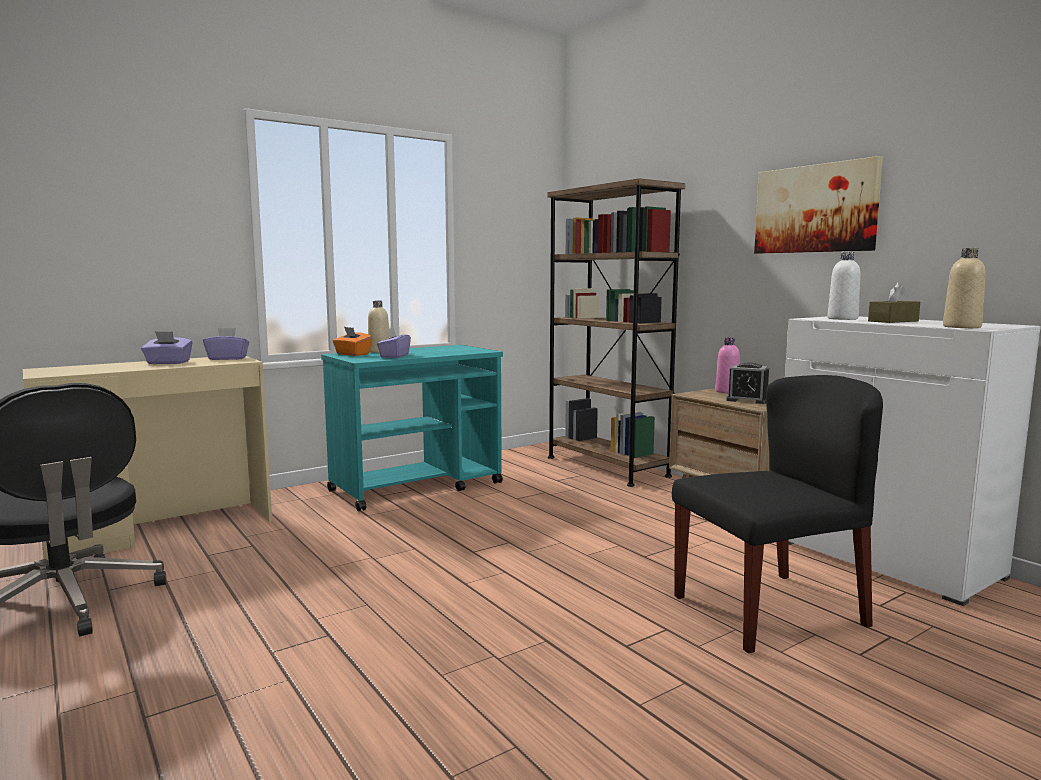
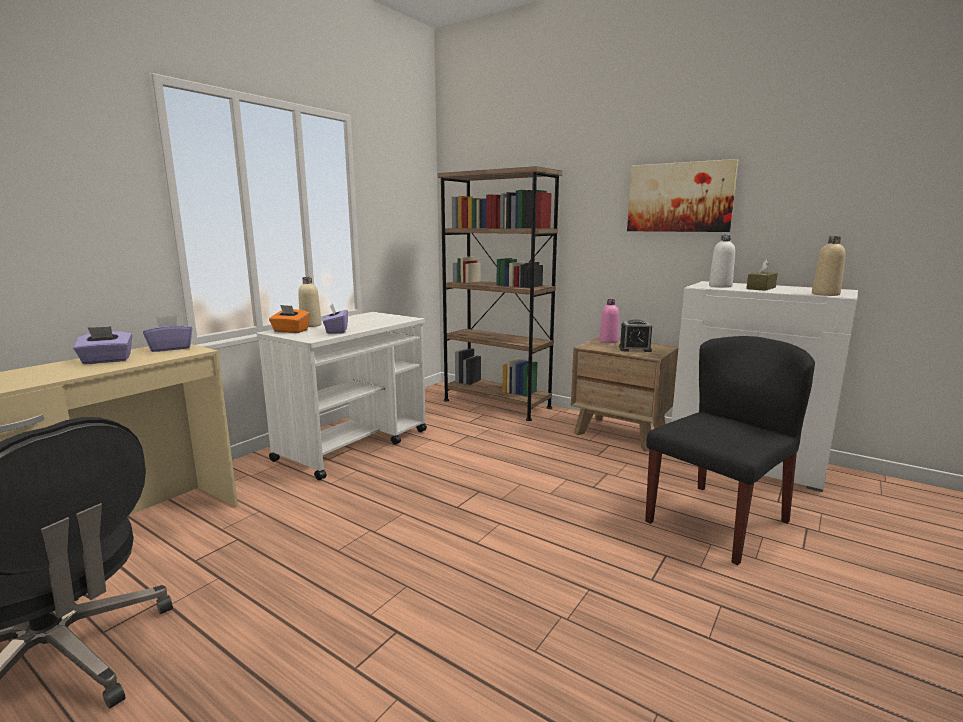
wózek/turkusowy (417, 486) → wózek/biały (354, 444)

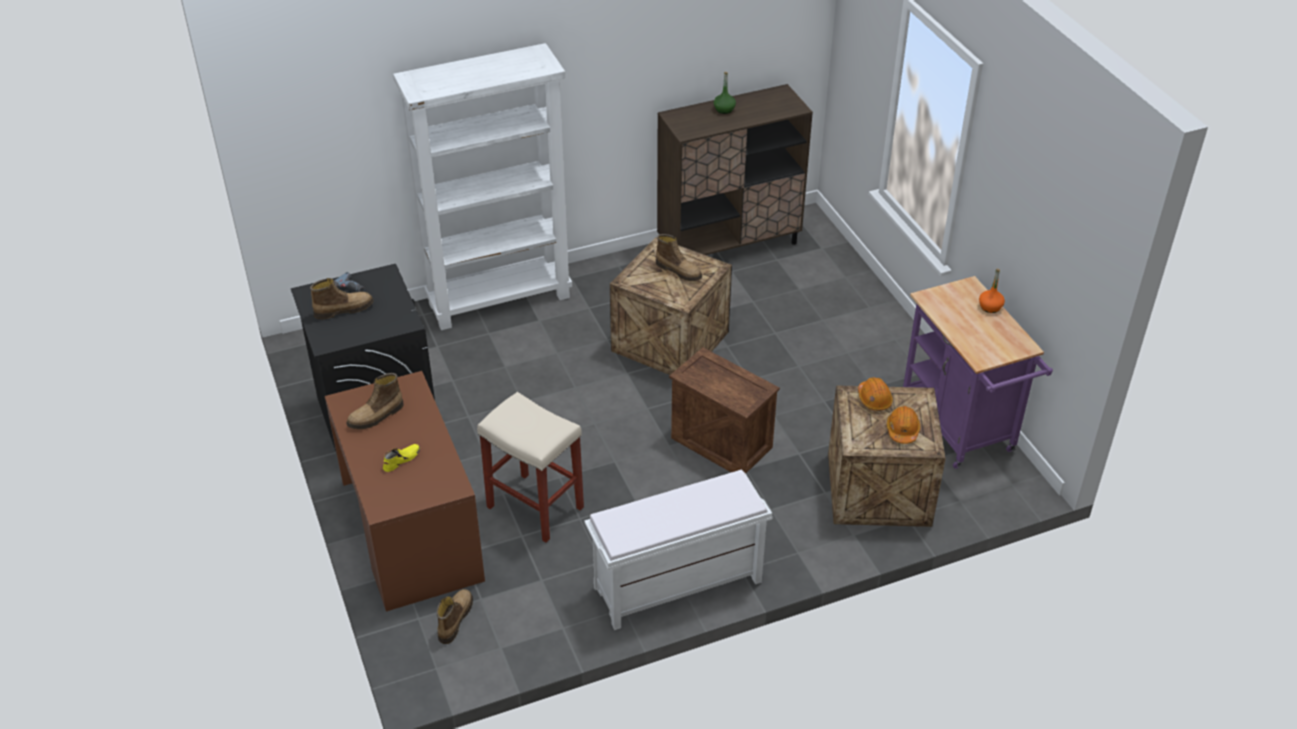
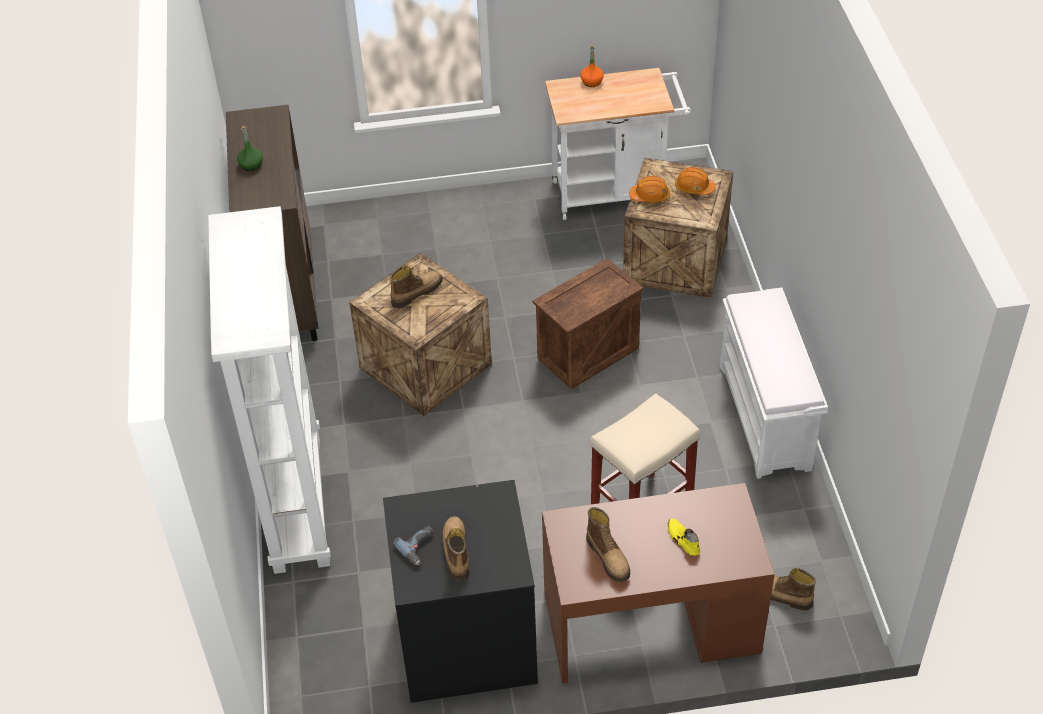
wózek/fioletowy (961, 429) → wózek/biały (615, 192)

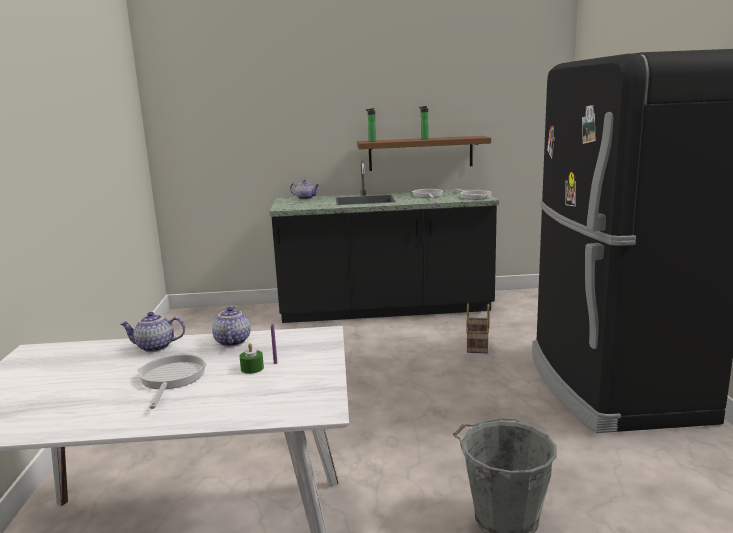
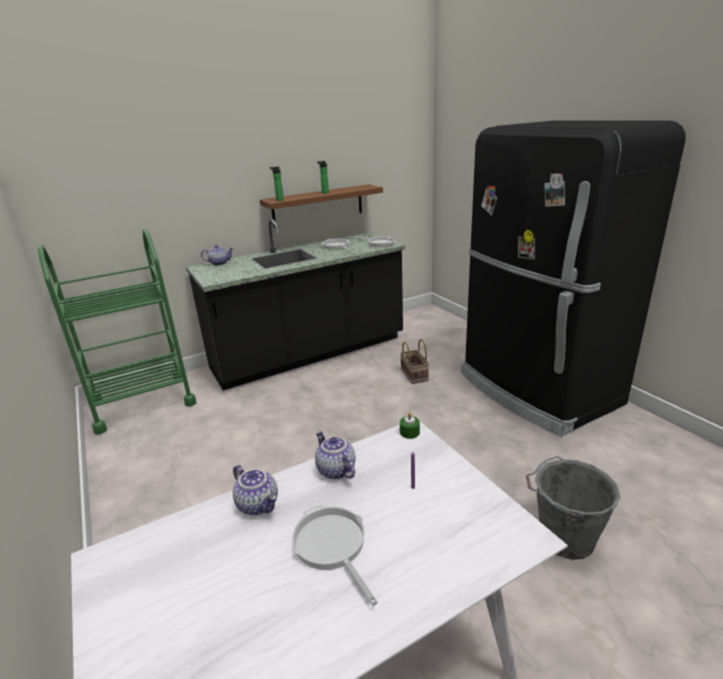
- → wózek/zielony (143, 402)
świeca/zielony (252, 368) → świeca/zielony (409, 432), move
imbryk (155, 347) → imbryk (259, 504), 105 degrees counterclockwise

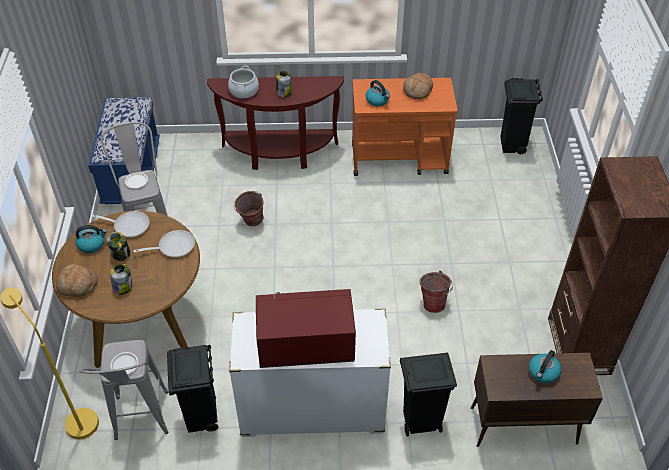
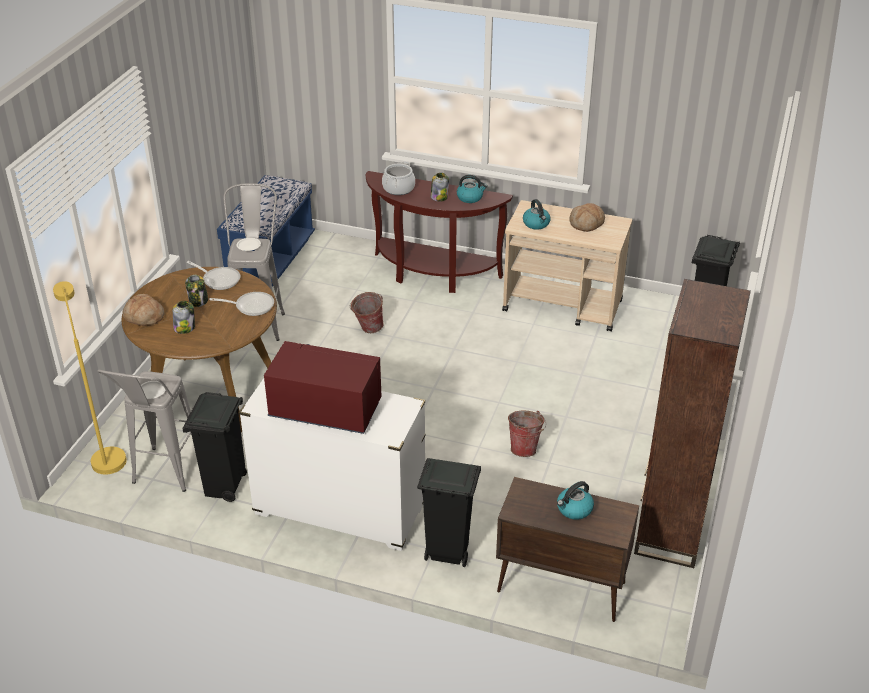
czajnik (92, 244) → czajnik (470, 197), move
wózek/pomarańczowy (399, 159) → wózek/beżowy (563, 306)

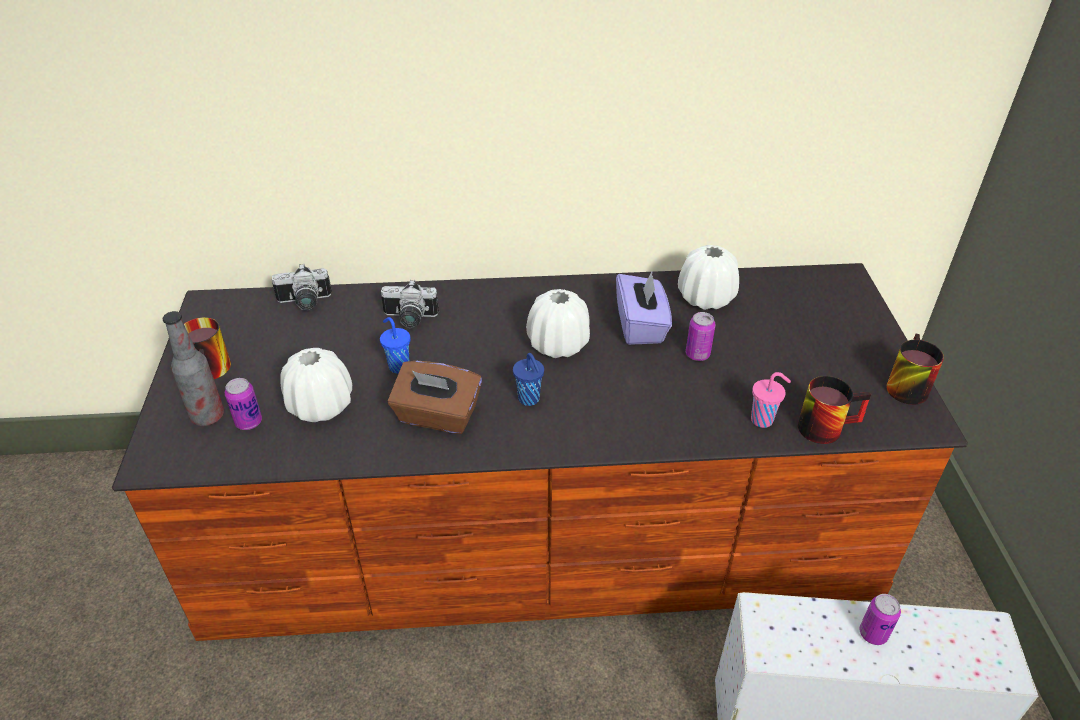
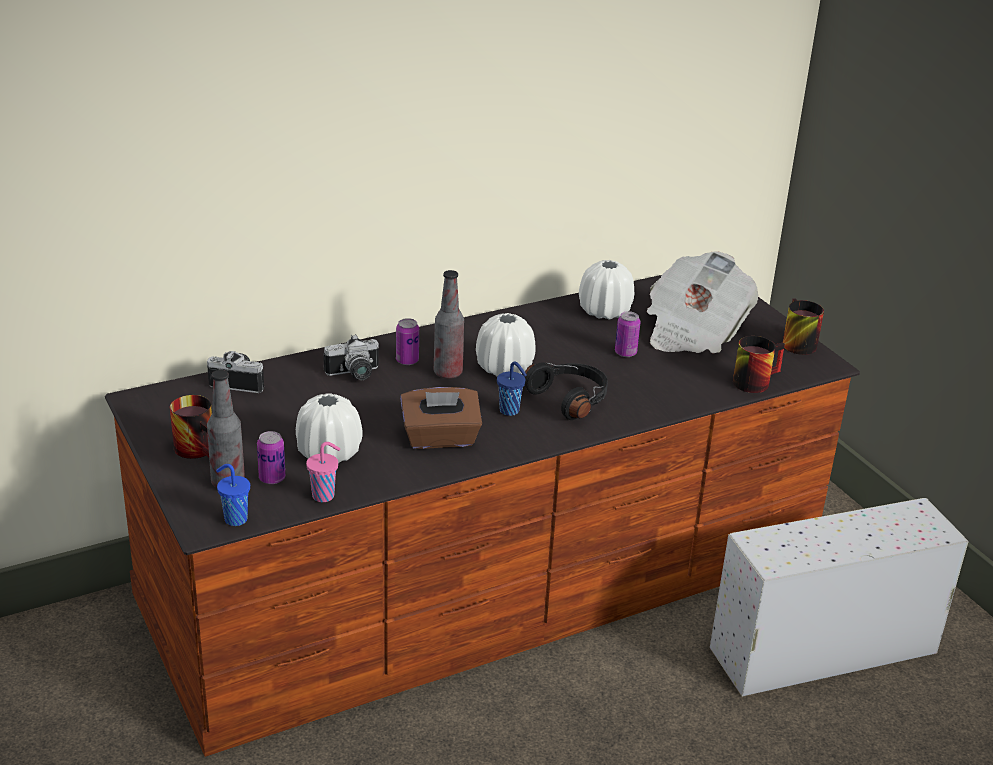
pudełko chusteczek/fioletowy (641, 326) → -
- → butelka (448, 373)
- → słuchawki/czarny (570, 399)
- → gazeta (693, 331)
filiżanka/niebieski (398, 366) → filiżanka/niebieski (234, 519), move
filiżanka/różowy (763, 420) → filiżanka/różowy (324, 496), move
puszka (873, 634) → puszka (407, 360), move
aparat fotograficzny (304, 303) → aparat fotograficzny (240, 381), 135 degrees counterclockwise

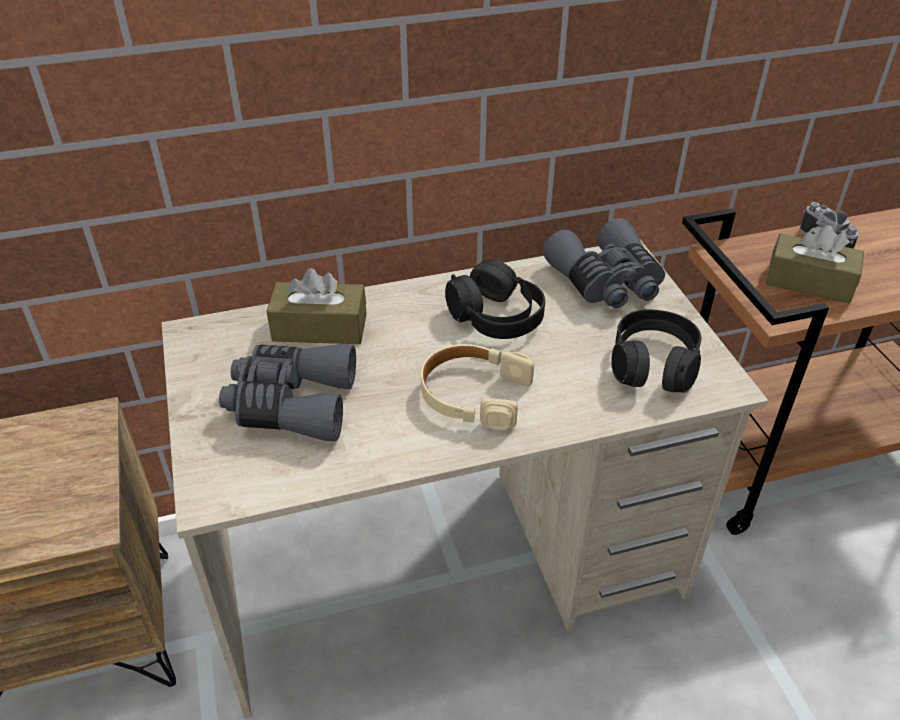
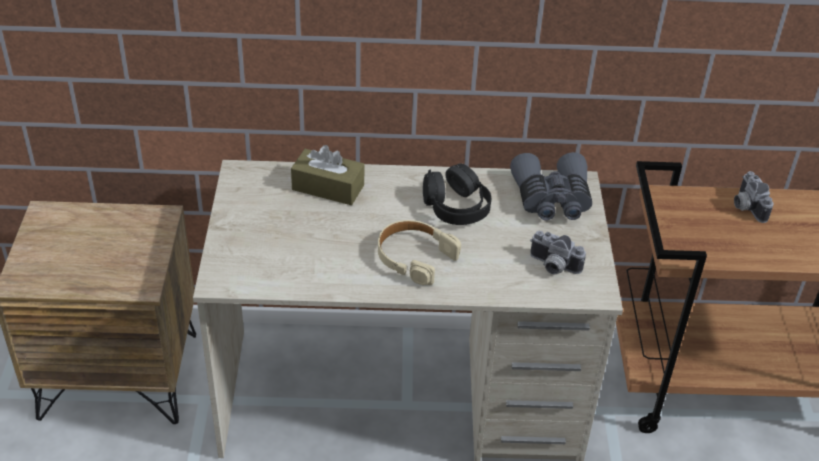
lornetka/szary (291, 403) → -
pudełko chusteczek/brązowy (809, 282) → -
słuchawki/czarny (653, 365) → aparat fotograficzny (552, 267)

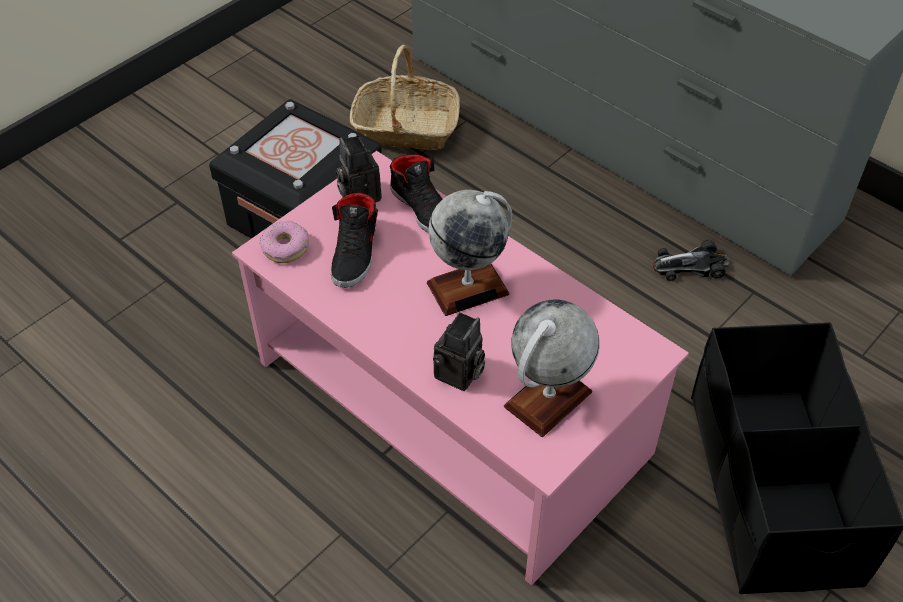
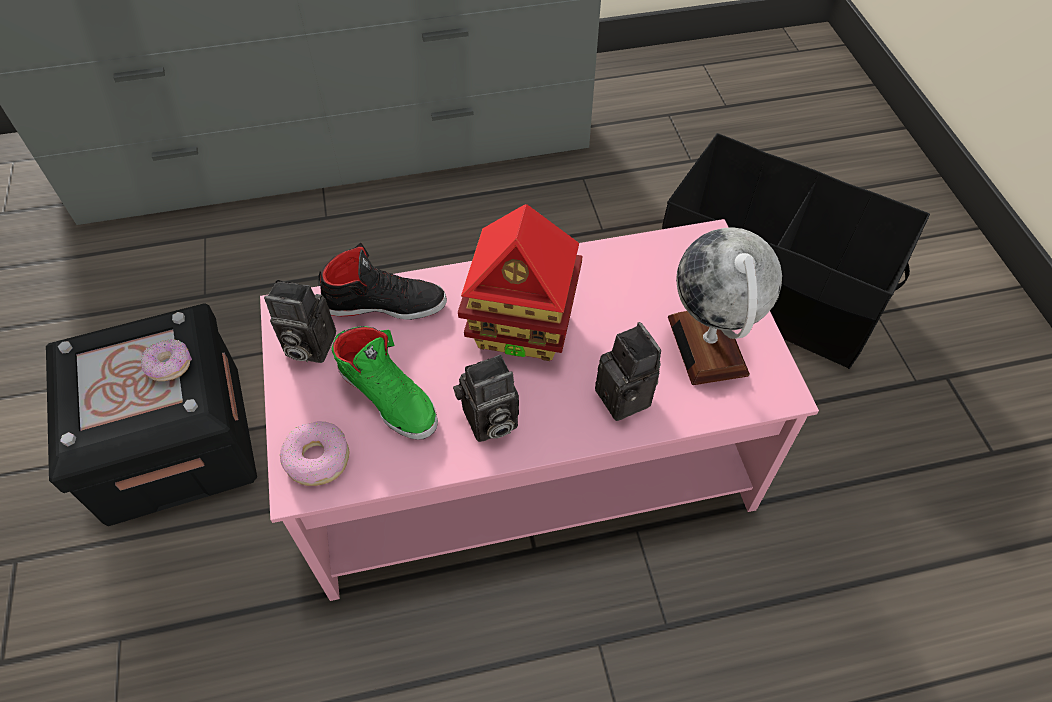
koszyk (405, 128) → -
samochodzik (690, 265) → -
- → donut (170, 366)
- → aparat fotograficzny (488, 422)
globus (468, 288) → domek (522, 327)
but/czarny (356, 253) → but/zielony (389, 396)

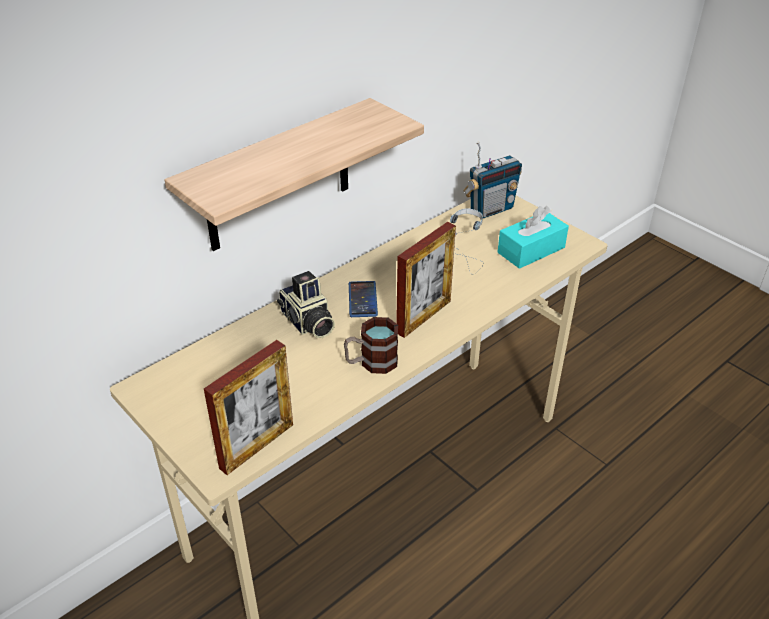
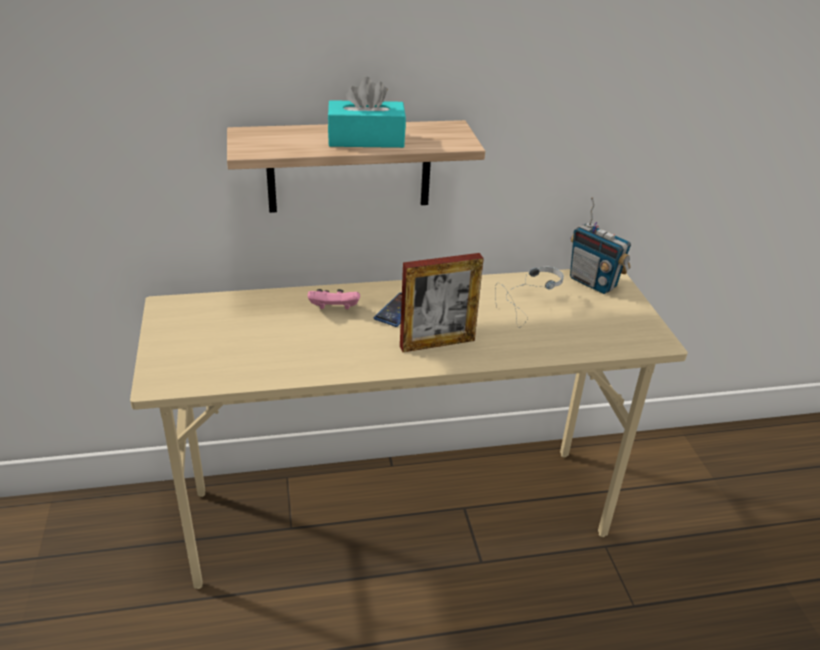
ramka na zdjęcie (257, 446) → -
kubek (371, 363) → -
pudełko chusteczek/turkusowy (531, 250) → pudełko chusteczek/turkusowy (366, 139), move
aparat fotograficzny (307, 323) → pad do gier/różowy (334, 310)
radio (491, 209) → radio (593, 283), 45 degrees clockwise

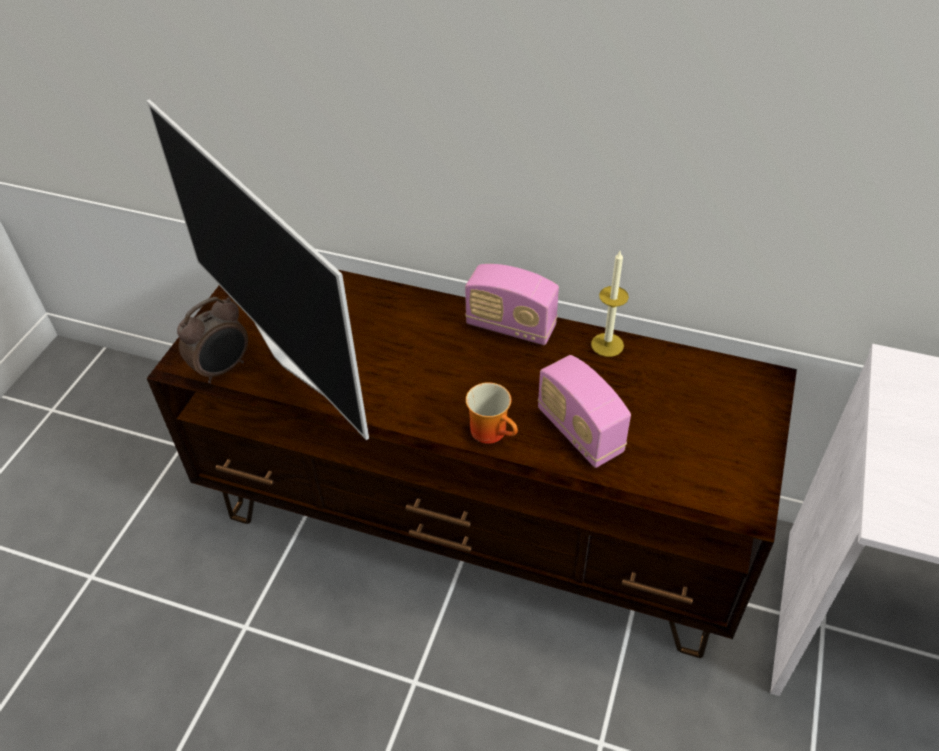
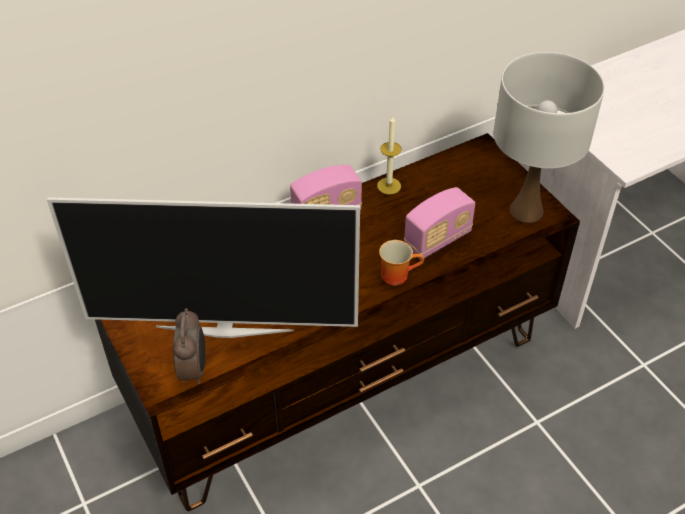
- → lampa stołowa/biały (526, 211)
radio (579, 432) → radio (437, 240), 45 degrees counterclockwise

